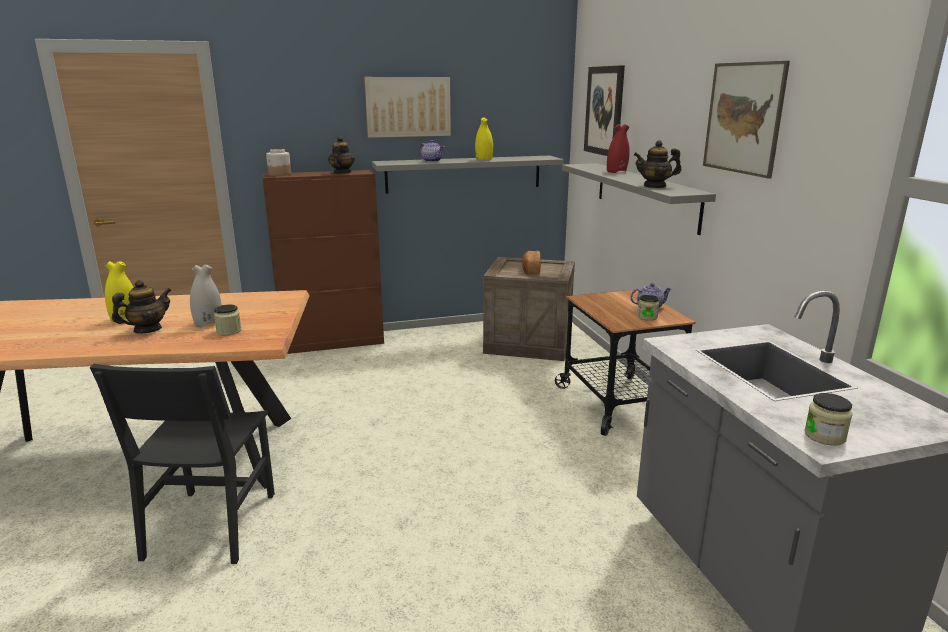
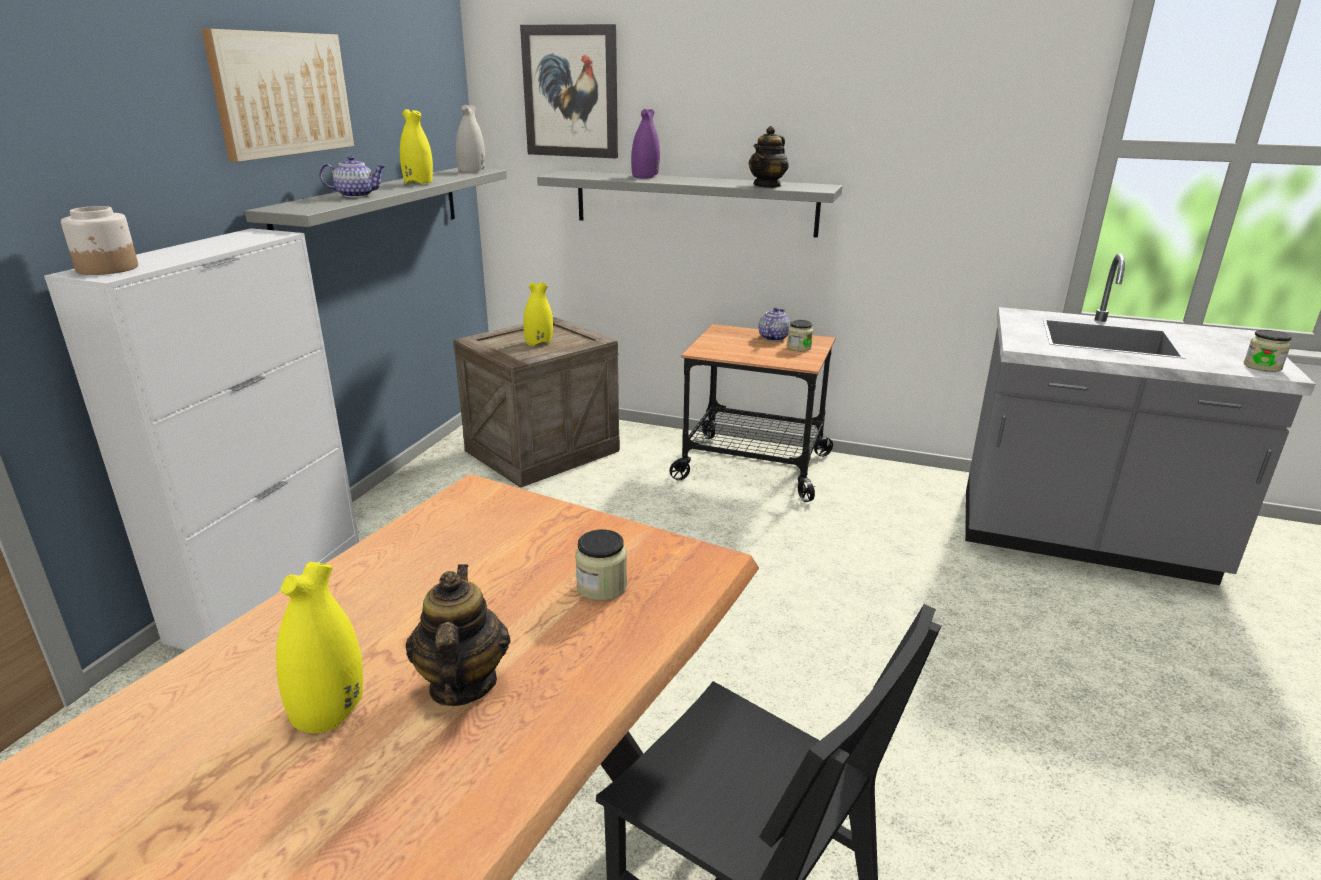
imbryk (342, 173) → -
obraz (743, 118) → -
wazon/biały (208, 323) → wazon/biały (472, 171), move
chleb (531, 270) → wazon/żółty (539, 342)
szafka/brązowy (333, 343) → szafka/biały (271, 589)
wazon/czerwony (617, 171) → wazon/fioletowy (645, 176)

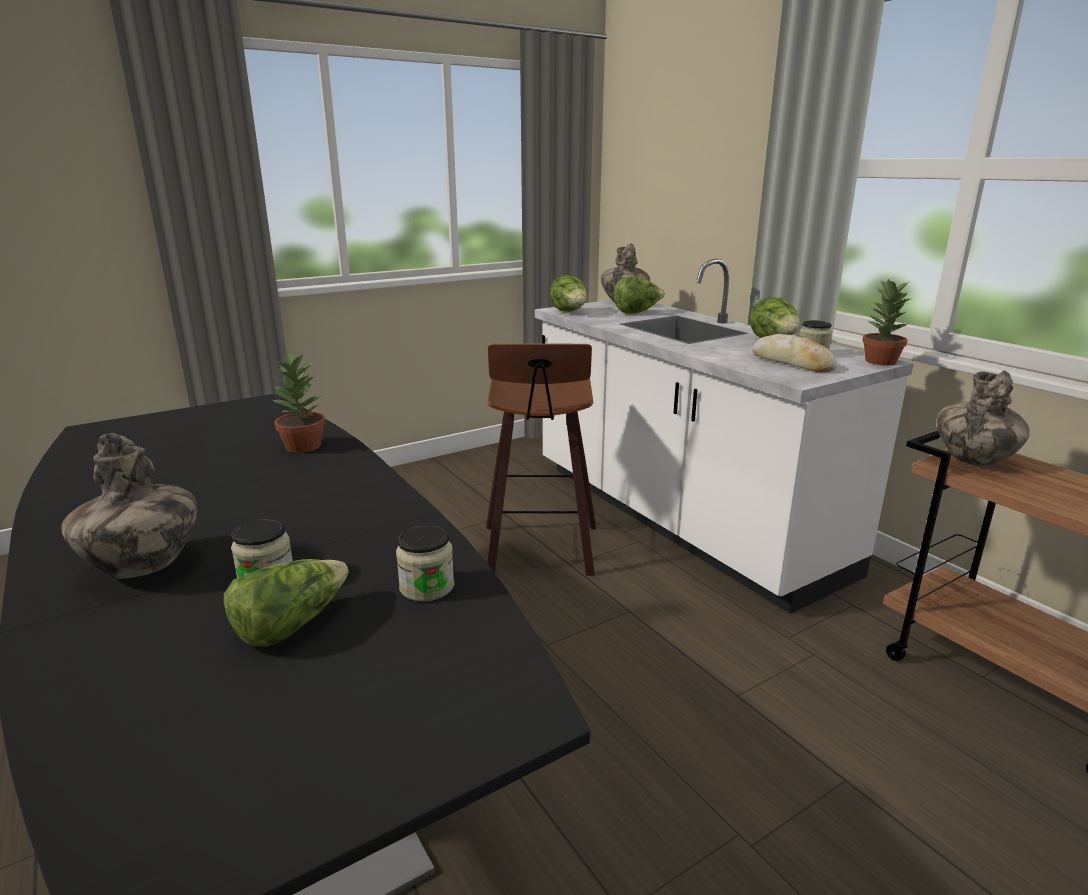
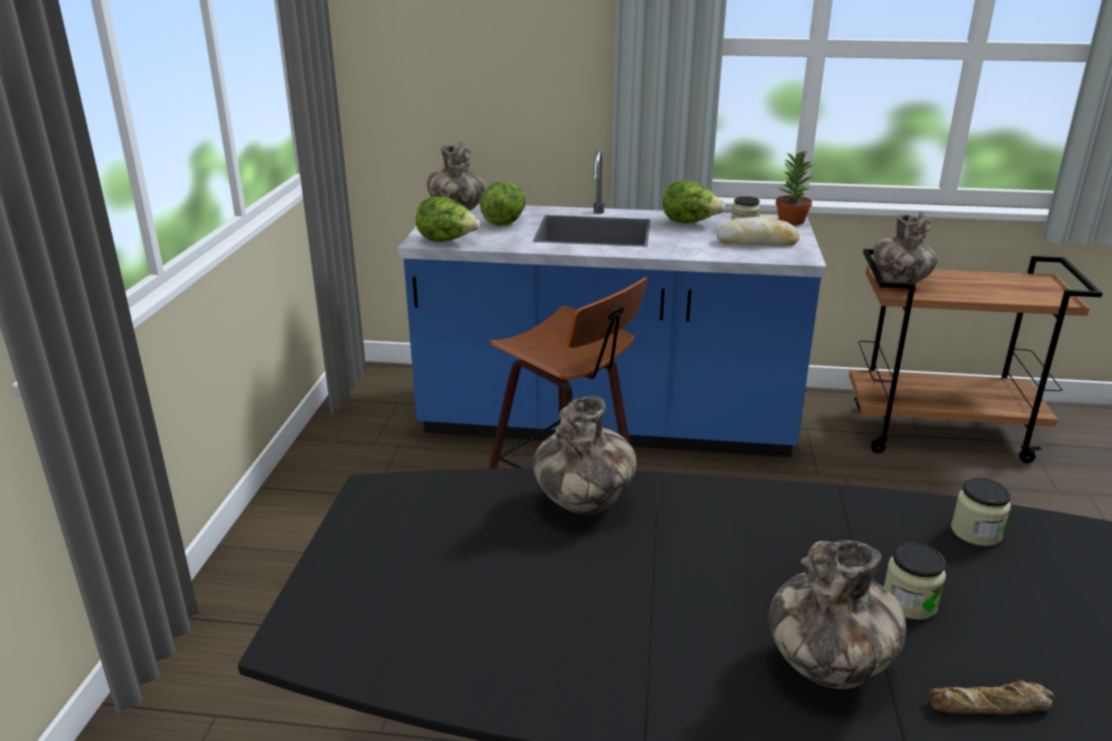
sałata (290, 624) → -
- → chleb (990, 706)
roślina doniczkowa (303, 446) → wazon (584, 504)
zabudowa kuchenna/biały (679, 519) → zabudowa kuchenna/niebieski (606, 424)

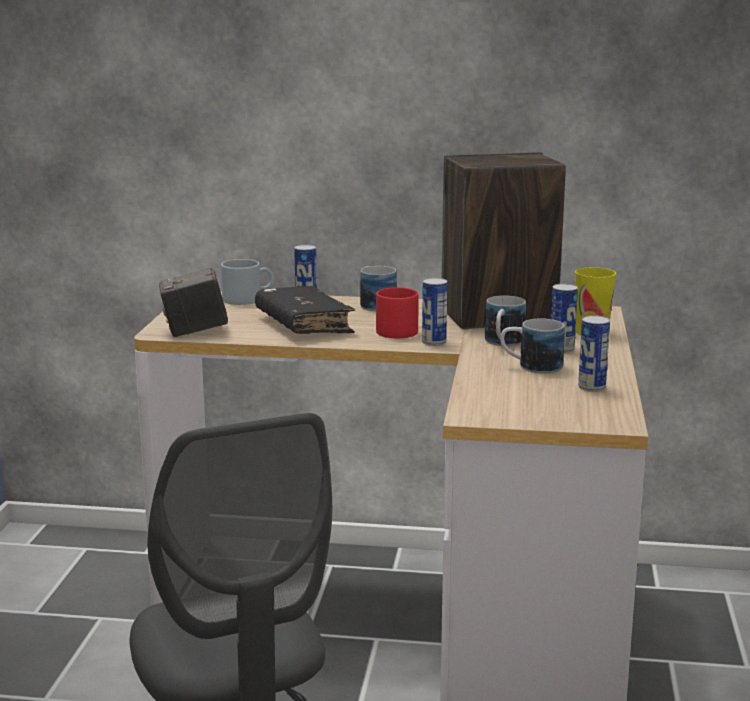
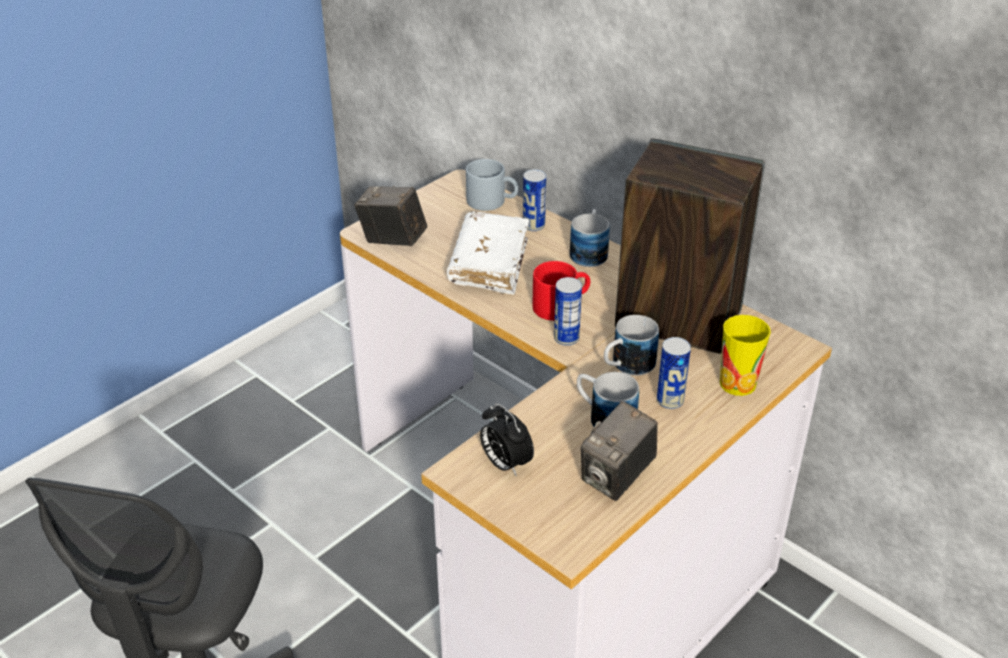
- → budzik (505, 464)
puszka (591, 387) → aparat fotograficzny (617, 478)
książka/czarny (304, 325) → książka/biały (489, 263)

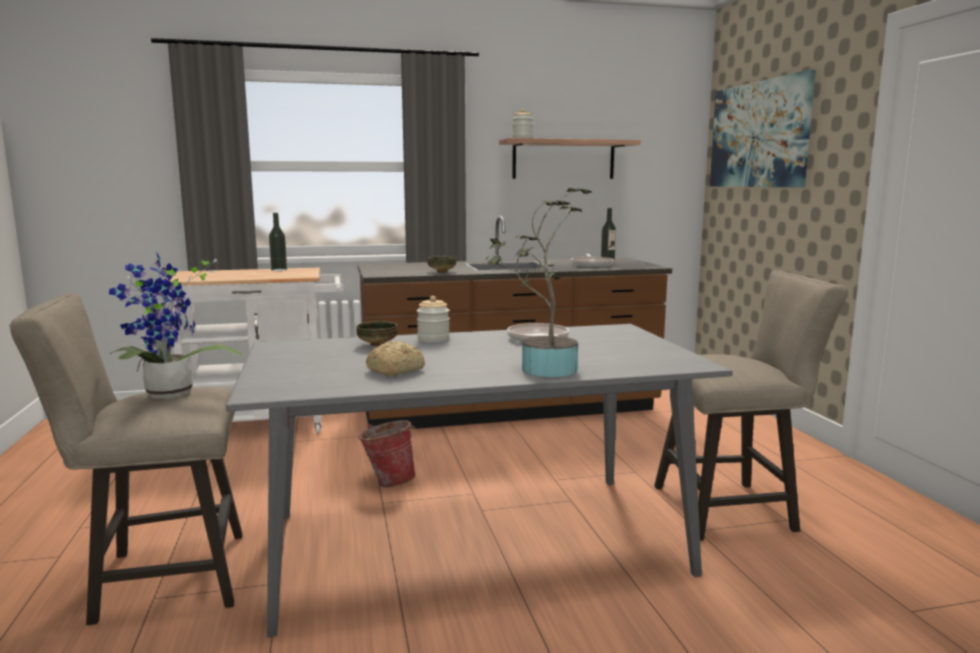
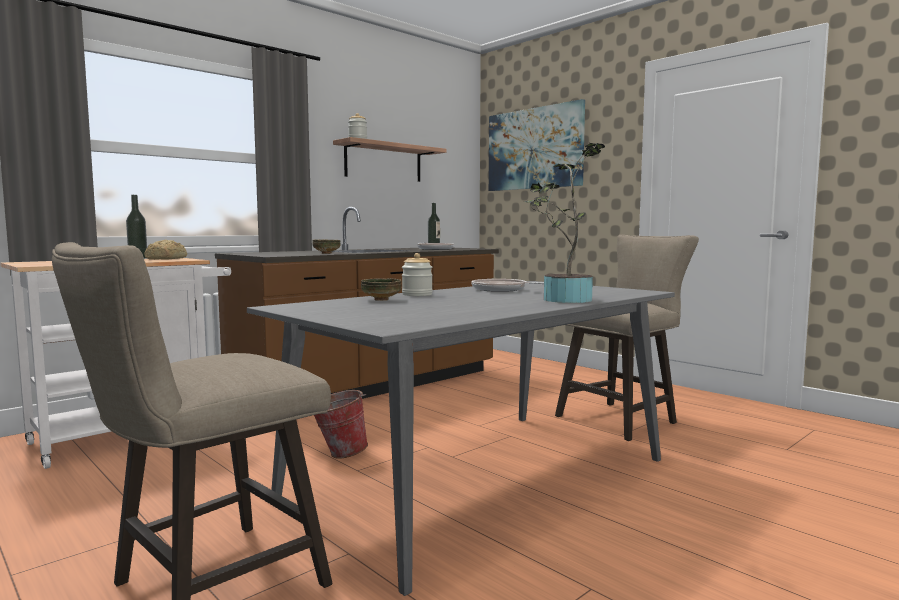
roślina doniczkowa (169, 395) → -
chleb (394, 370) → chleb (165, 259), move

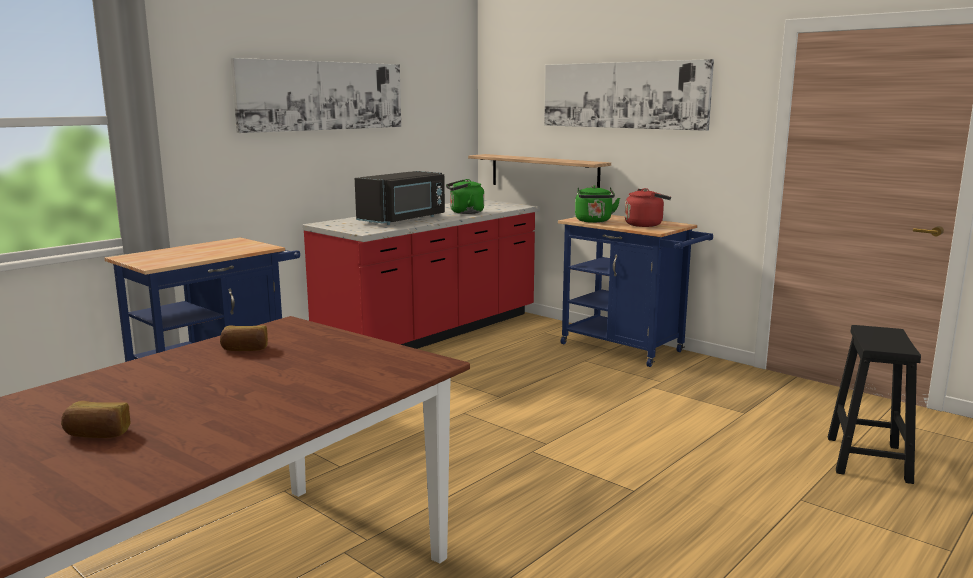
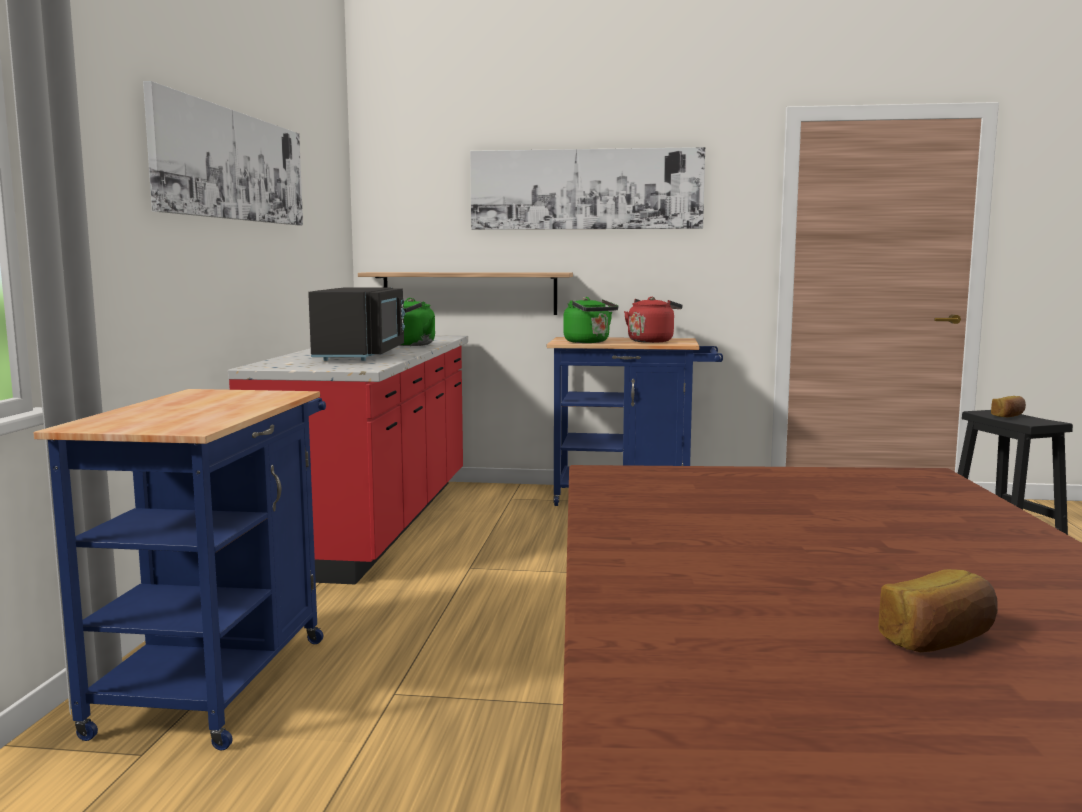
chleb (245, 349) → chleb (1008, 416), move

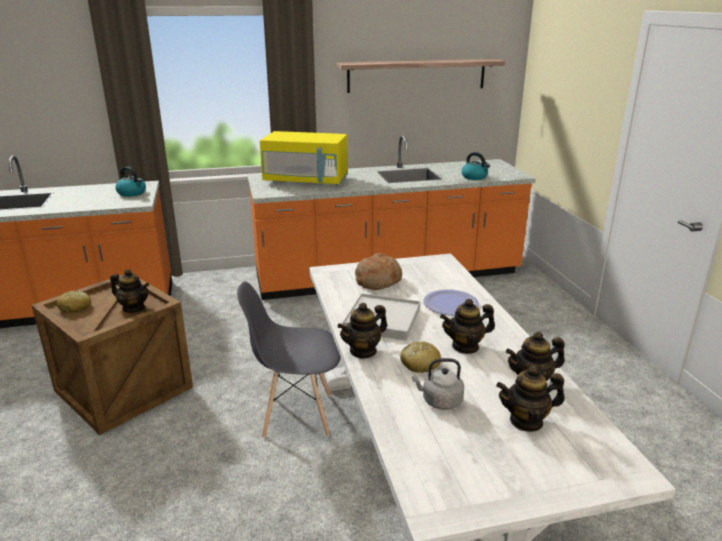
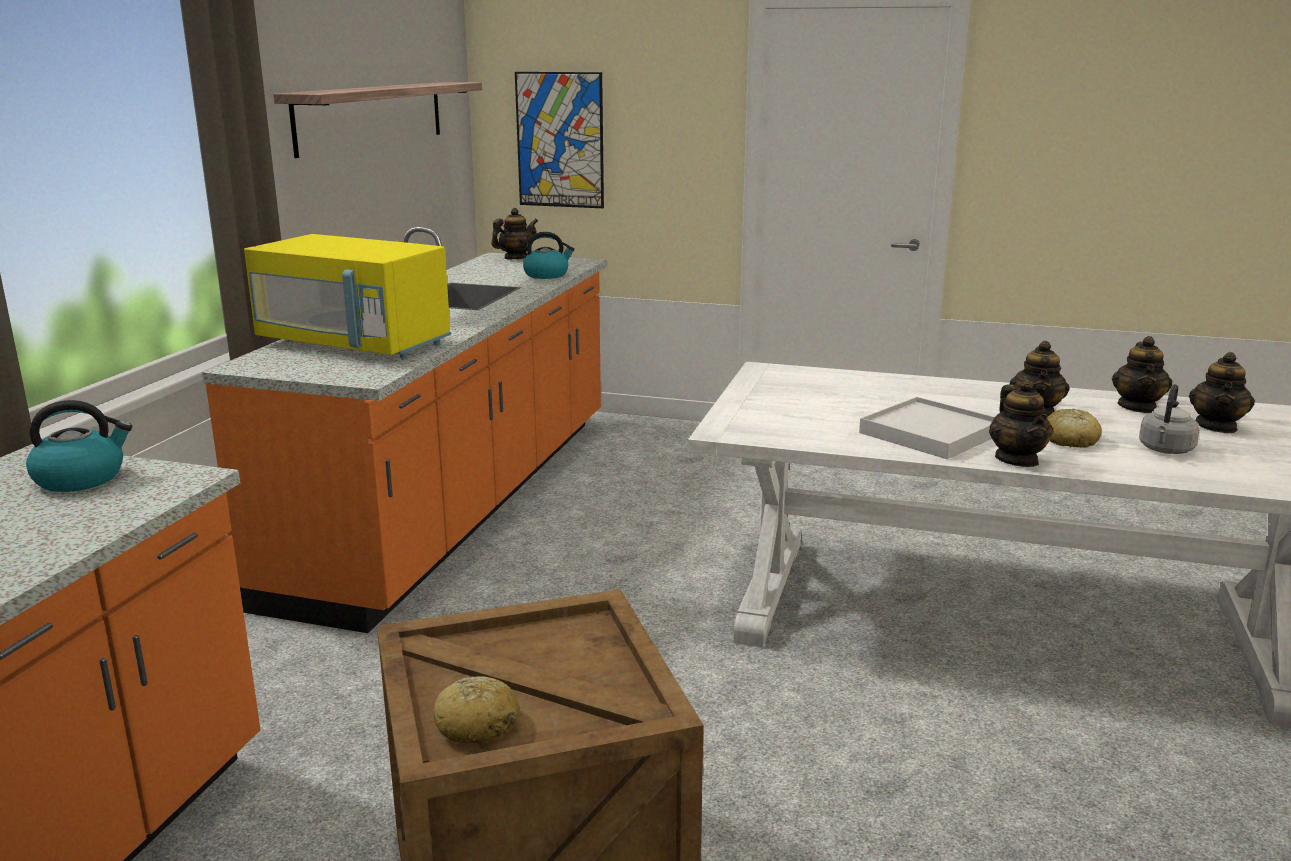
krzesło/szary (297, 415) → -
chleb (378, 281) → -
talerz (450, 304) → -
- → obraz (560, 140)
imbryk (134, 308) → imbryk (516, 258), move
mikrofalówka/żółty (306, 181) → mikrofalówka/żółty (354, 344), 75 degrees clockwise

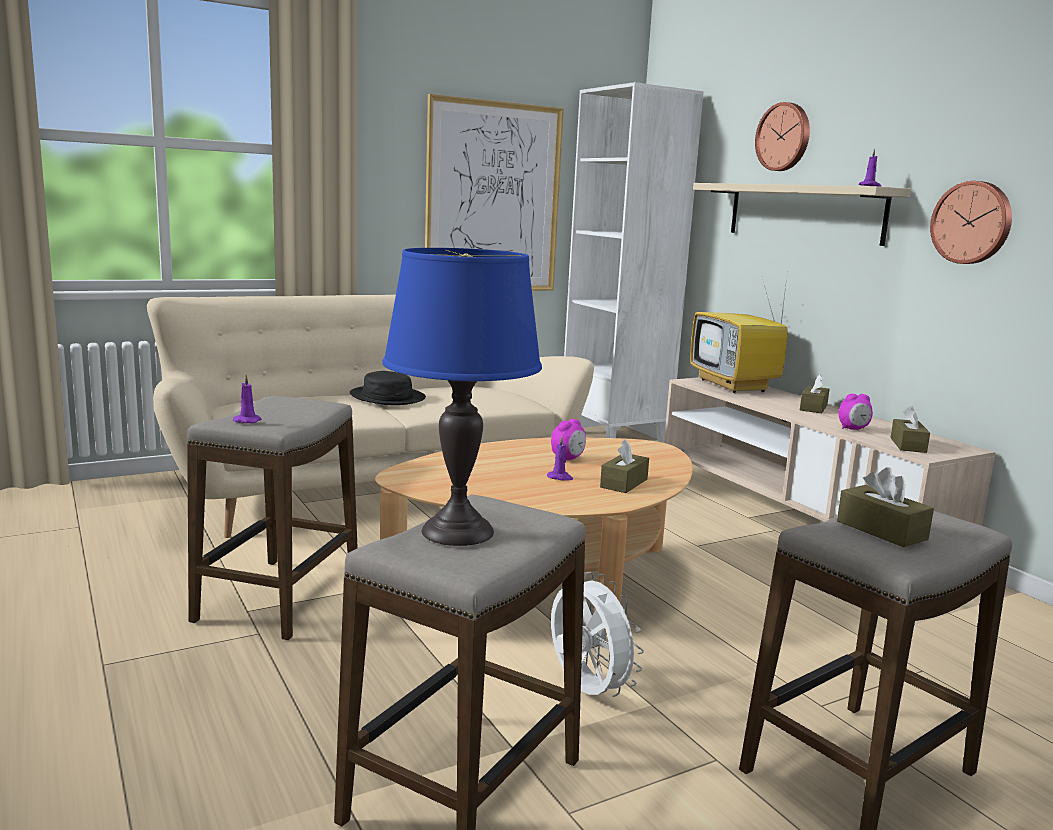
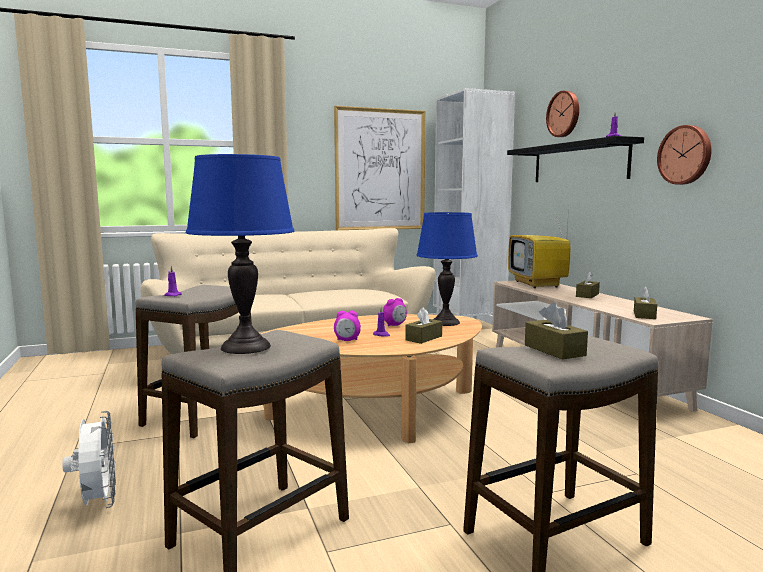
kapelusz/czarny (387, 397) → -
- → lampa stołowa/niebieski (445, 322)
wentylator/biały (585, 691) → wentylator/biały (98, 503), move
budzik (853, 429) → budzik (347, 340), move
półka/beżowy (804, 212) → półka/czarny (578, 163)

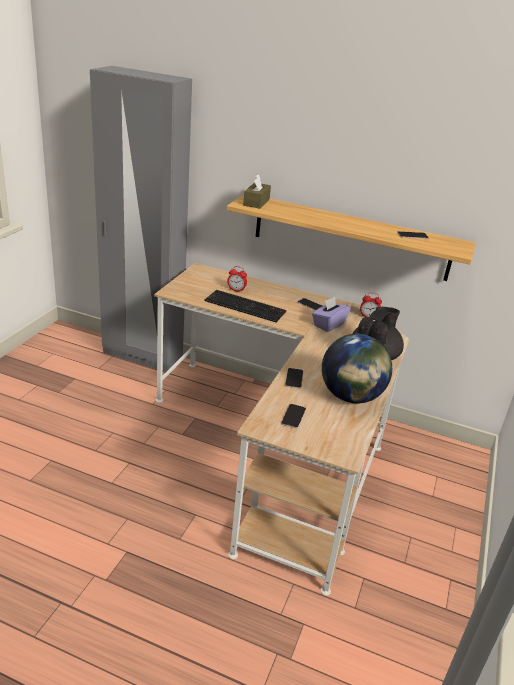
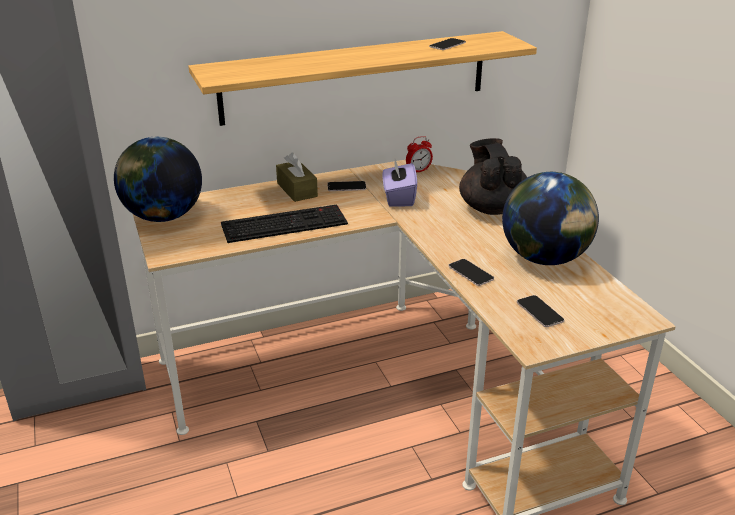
budzik (236, 290) → -
- → globus (163, 217)
pudełko chusteczek/brązowy (256, 202) → pudełko chusteczek/brązowy (297, 190), move

